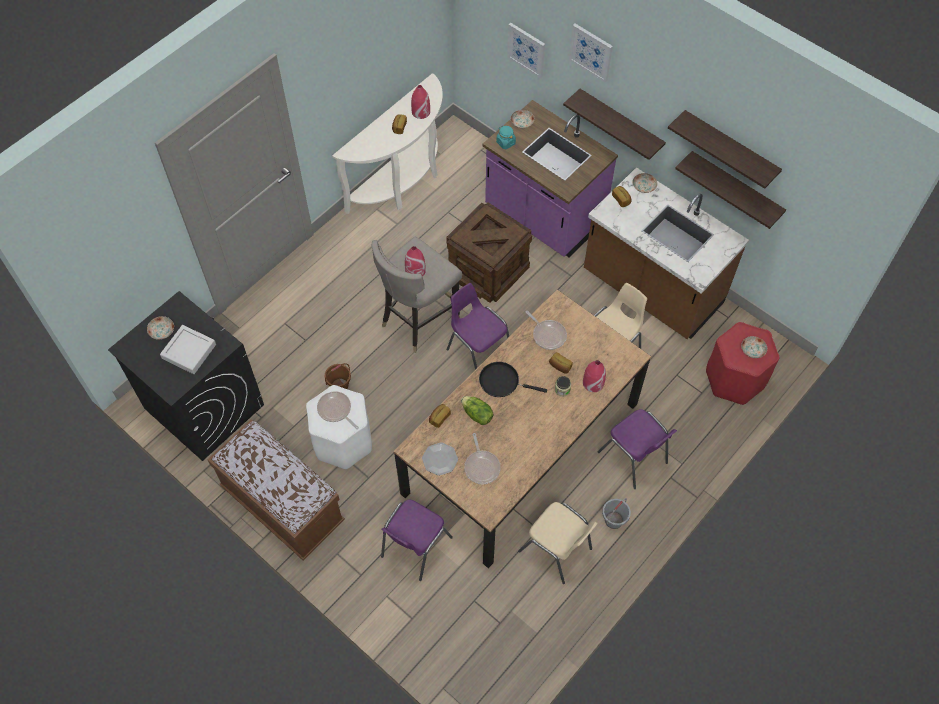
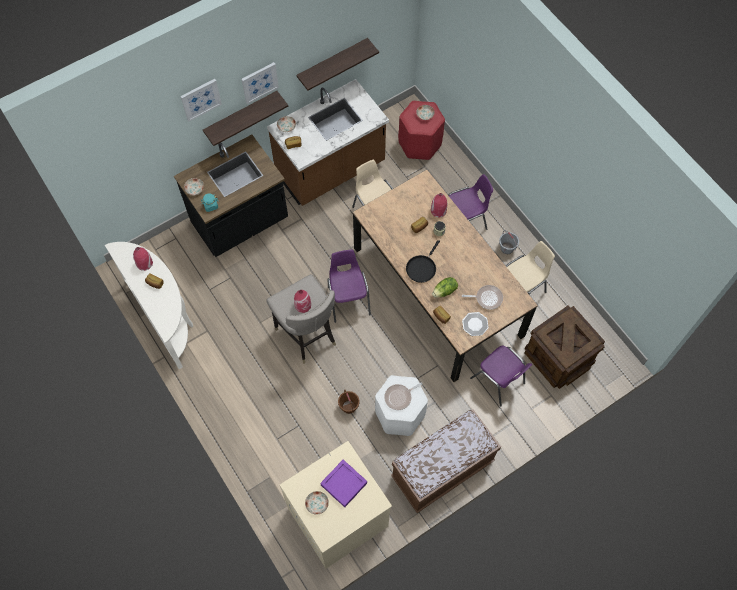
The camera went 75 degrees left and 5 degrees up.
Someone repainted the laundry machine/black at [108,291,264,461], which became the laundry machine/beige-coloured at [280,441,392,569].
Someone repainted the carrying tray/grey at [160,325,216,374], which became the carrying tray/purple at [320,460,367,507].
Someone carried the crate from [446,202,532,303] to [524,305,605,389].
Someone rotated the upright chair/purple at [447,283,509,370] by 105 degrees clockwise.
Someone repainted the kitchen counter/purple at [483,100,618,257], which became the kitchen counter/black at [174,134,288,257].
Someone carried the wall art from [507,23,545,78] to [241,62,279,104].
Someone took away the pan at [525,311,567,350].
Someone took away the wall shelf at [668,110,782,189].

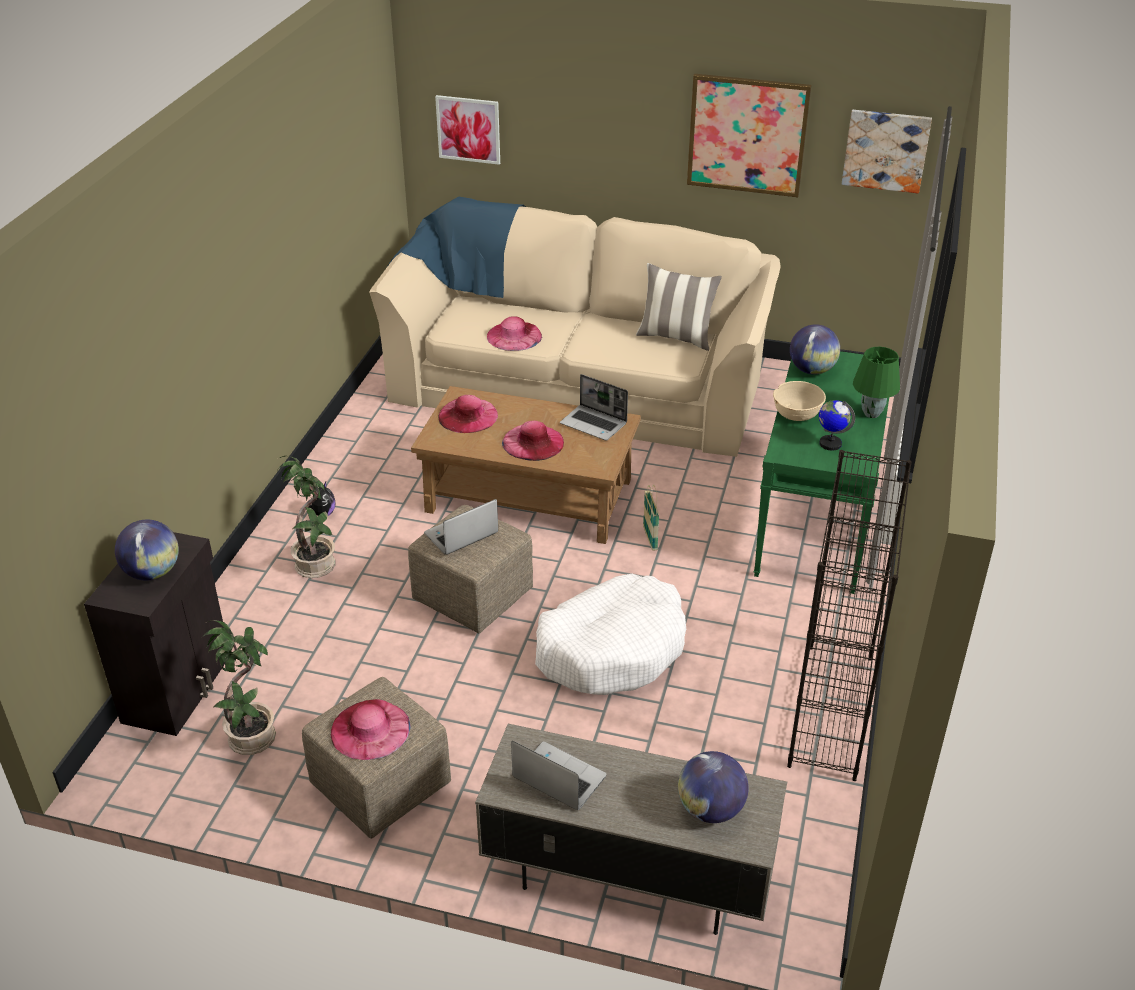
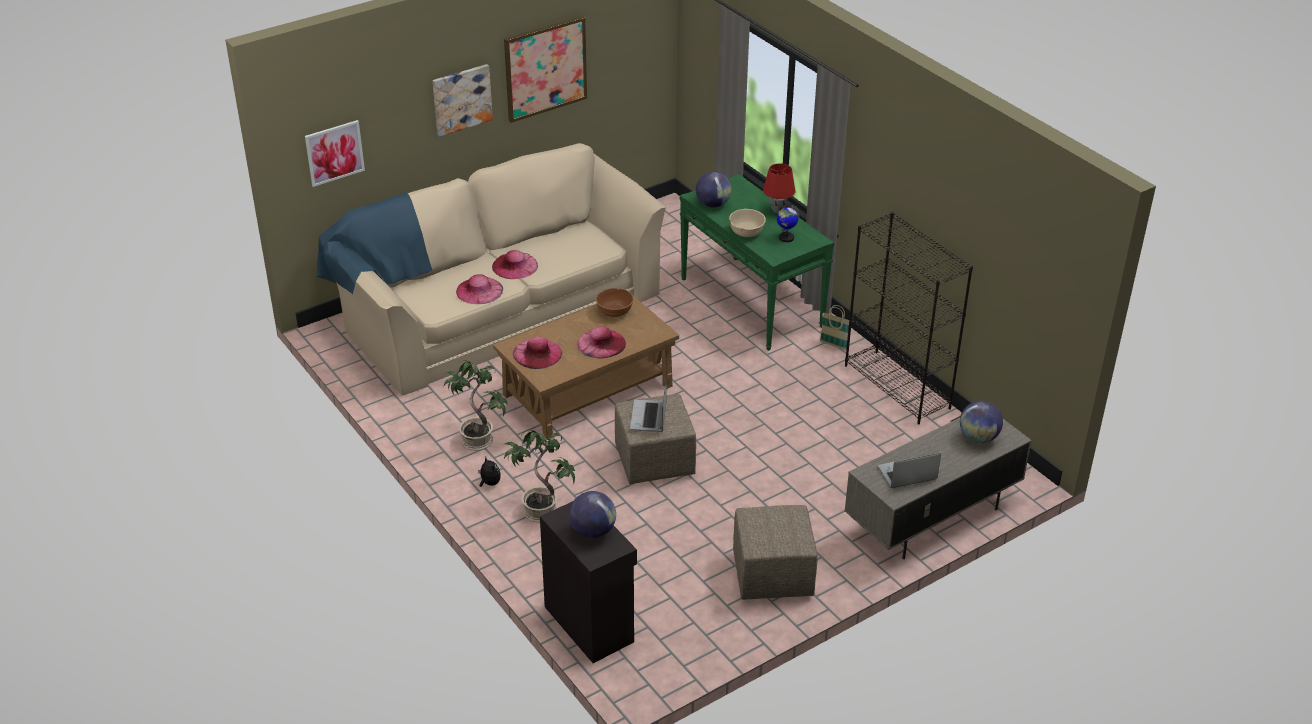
The camera went 50 degrees left and 0 degrees up.
Someone carried the houseplant from [202,621,276,755] to [443,360,507,451].
Someone carried the hat/pink-coloured from [331,699,410,760] to [492,250,538,279].
Someone took away the dog bed/whitish at [535,574,686,695].
Someone swapped the laptop at [560,374,628,441] for the deep dish/brown-coloured at [596,288,633,317].
Someone took away the pillow at [636,263,722,351].
Someone carried the storage basket from [643,485,659,551] to [820,305,849,350].
Someone carried the wall art from [842,110,932,193] to [433,64,493,137].
Someone repainted the tabletop lamp/green-coloured at [853,347,900,418], which became the tabletop lamp/red-coloured at [763,164,795,214].

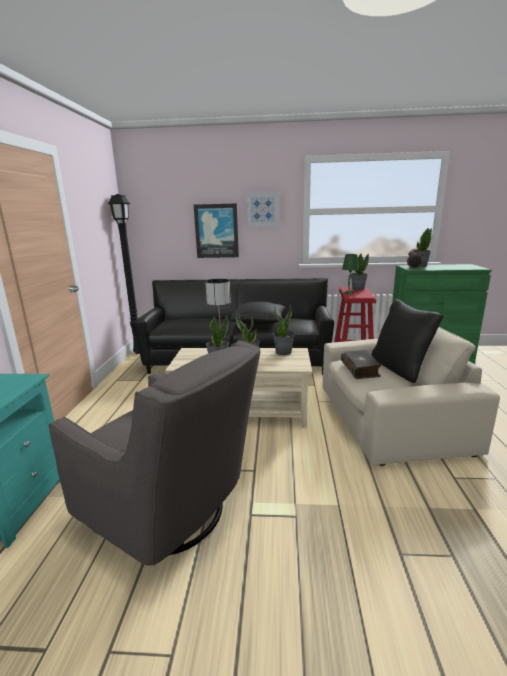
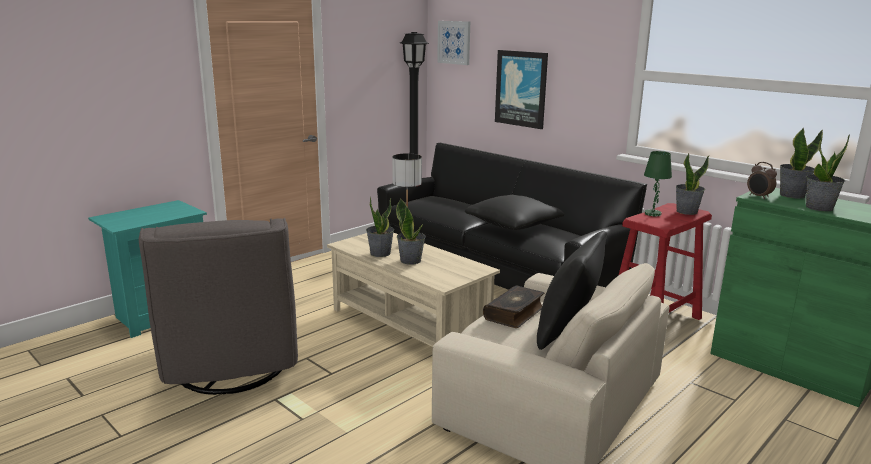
The camera went 40 degrees right and 0 degrees up.
Someone carried the wall art from [246,192,279,227] to [437,21,470,65].
Someone carried the houseplant from [273,304,295,355] to [806,134,850,211].

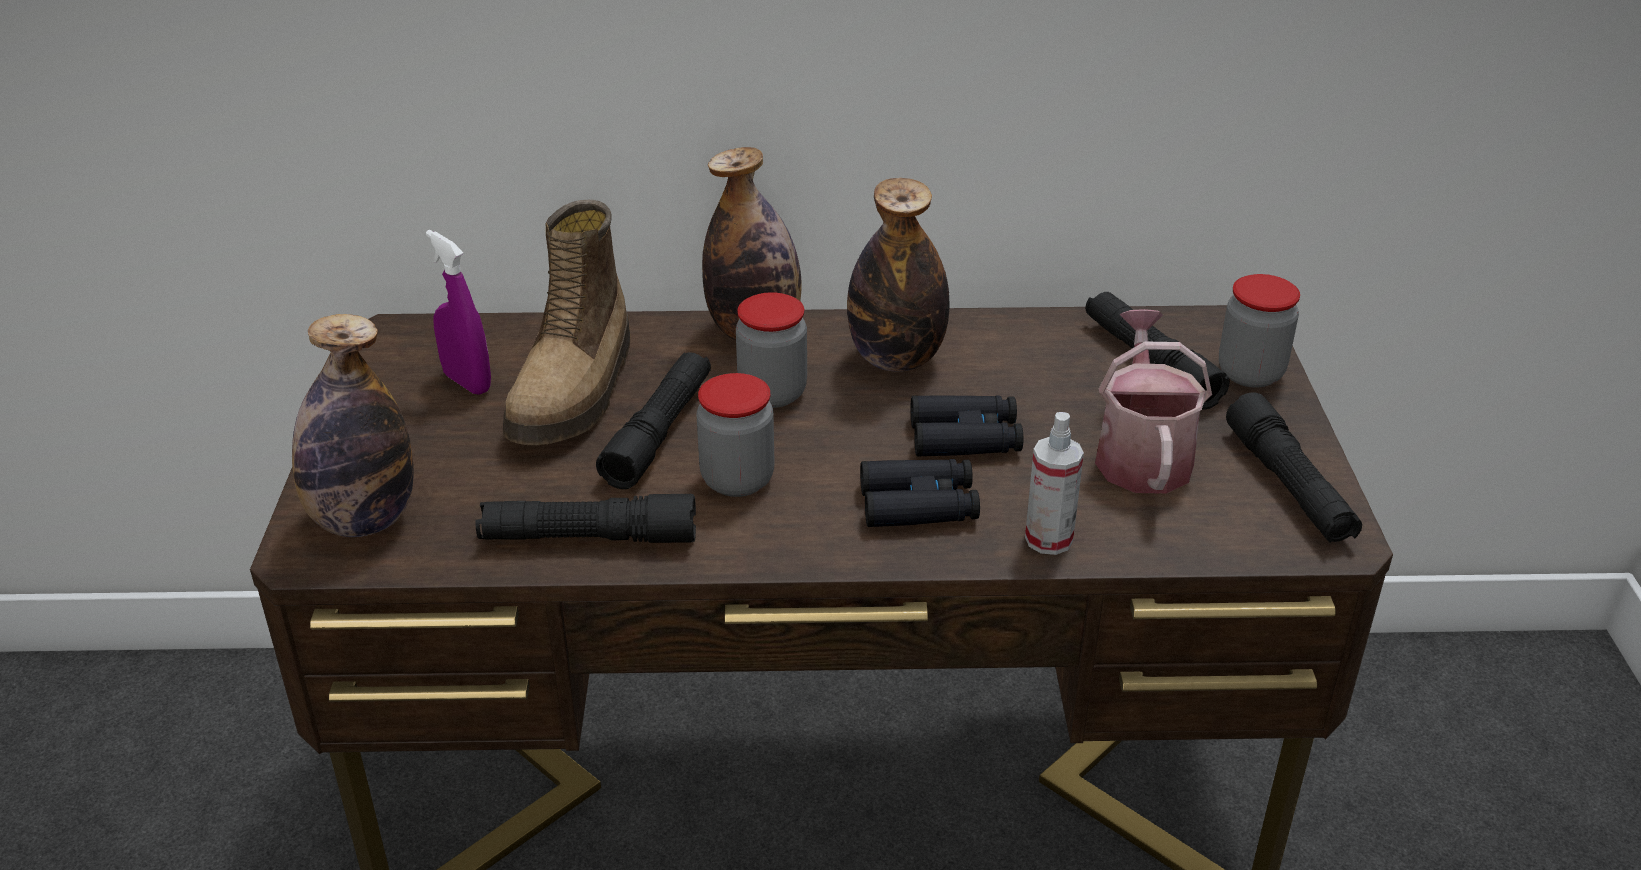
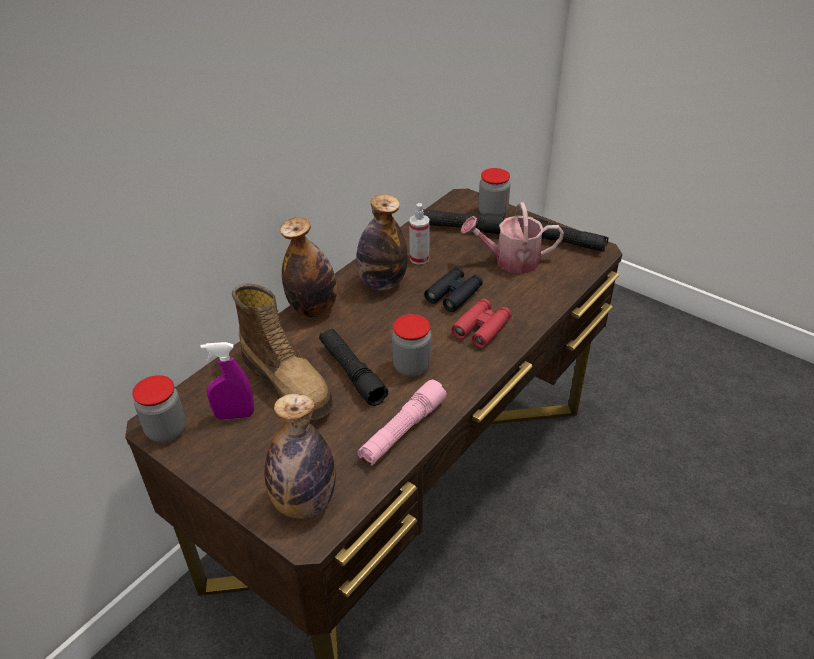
The camera went 50 degrees left and 5 degrees up.
Someone repainted the hand torch/black at [475,494,696,543], which became the hand torch/pink-coloured at [357,380,447,466].
Someone carried the jar from [736,292,807,408] to [132,375,186,443].
Someone repainted the pair of binoculars/black at [860,459,980,527], which became the pair of binoculars/red-coloured at [451,299,512,348].
Someone carried the spray bottle from [1025,412,1084,555] to [409,203,430,265].
Someone rotated the watering can at [1095,309,1212,494] by 45 degrees counterclockwise.

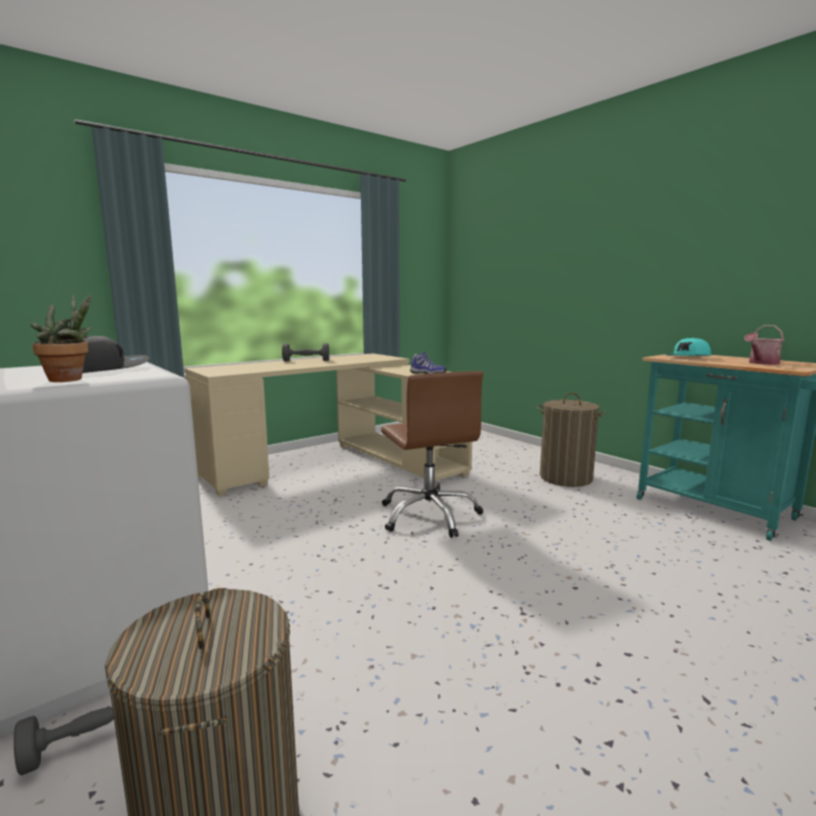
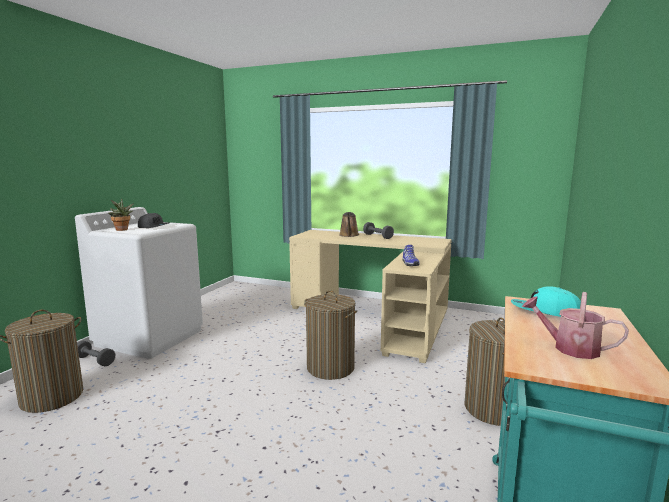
The camera went 60 degrees right and 0 degrees up.
Someone swapped the desk chair/brown-coloured at [381,371,483,538] for the washing basket at [304,291,357,380].
Someone put down the watering can/brown-coloured at [339,212,359,237].

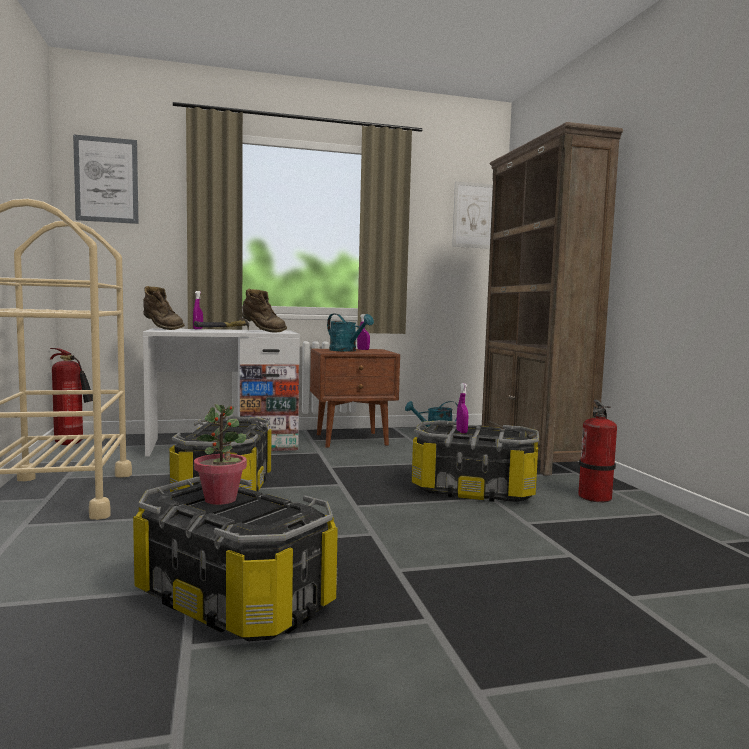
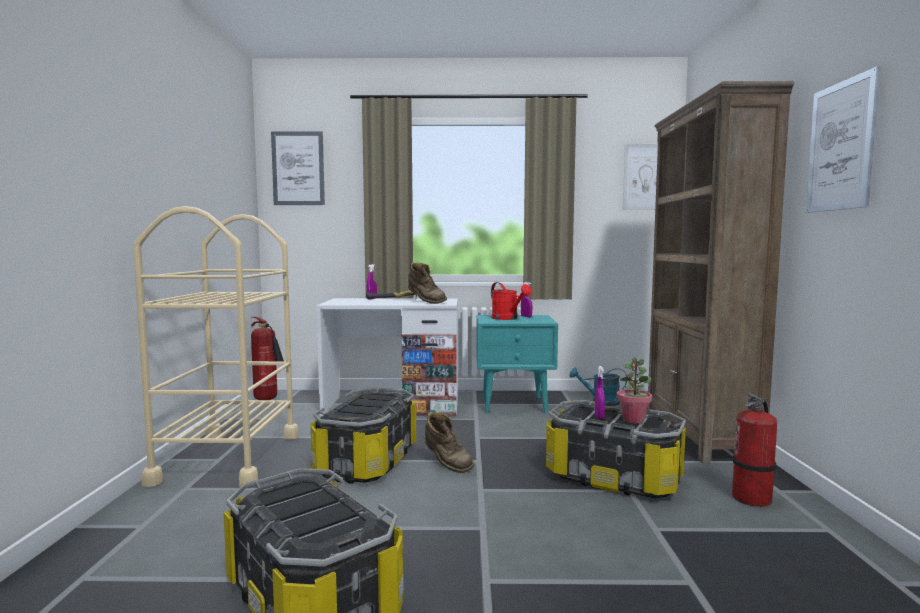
The camera went 15 degrees right and 0 degrees up.
Someone carried the boot/brown-coloured from [143,286,185,330] to [425,412,474,473].
Someone carried the houseplant from [194,404,247,505] to [617,357,652,423].
Someone repainted the nightstand/brown-coloured at [310,349,400,448], which became the nightstand/turquoise-coloured at [476,315,558,414].
Someone repainted the watering can/turquoise-coloured at [327,314,374,351], which became the watering can/red-coloured at [491,282,532,320].
Someone put up the wall art at [806,66,880,213].

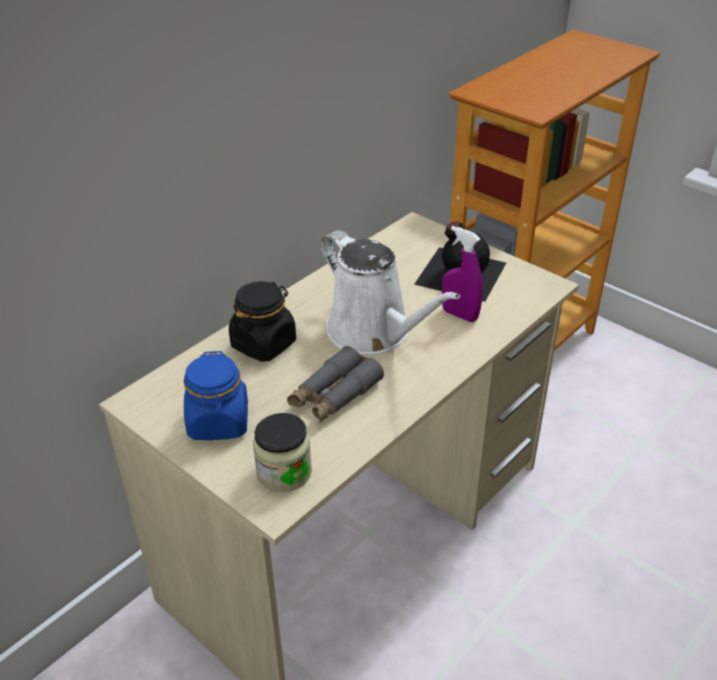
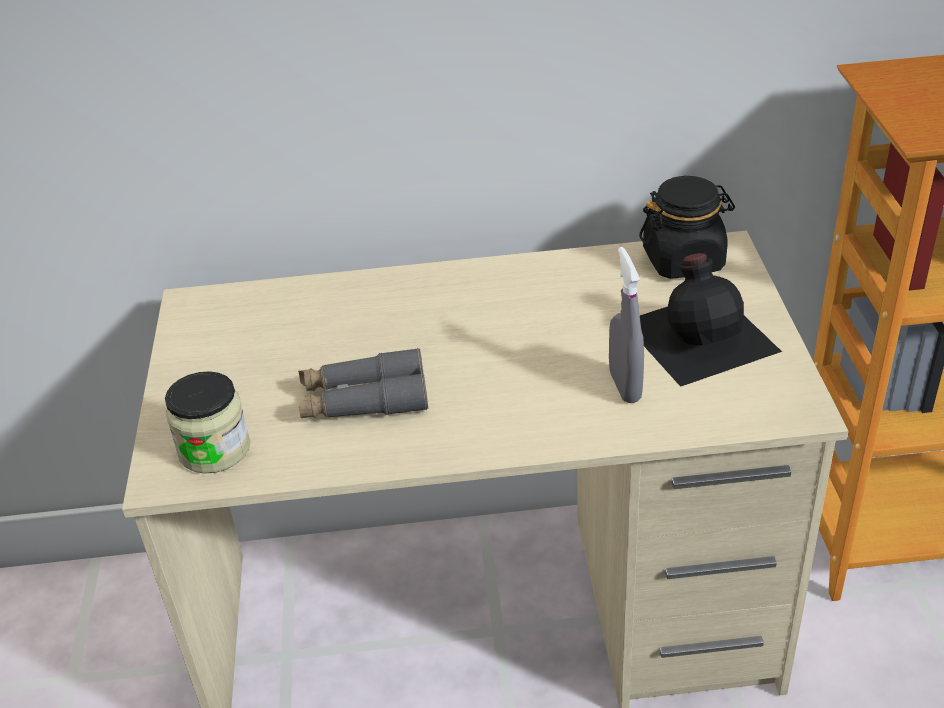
The camera went 45 degrees right and 0 degrees up.
Someone took away the jar/bluish at [184,351,248,440].
Someone carried the jar/black from [229,281,296,362] to [639,176,735,279].
Someone took away the watering can/whitish at [321,230,460,355].
Someone repainted the spray bottle/purple at [442,226,483,322], which became the spray bottle/grey at [609,247,644,403].

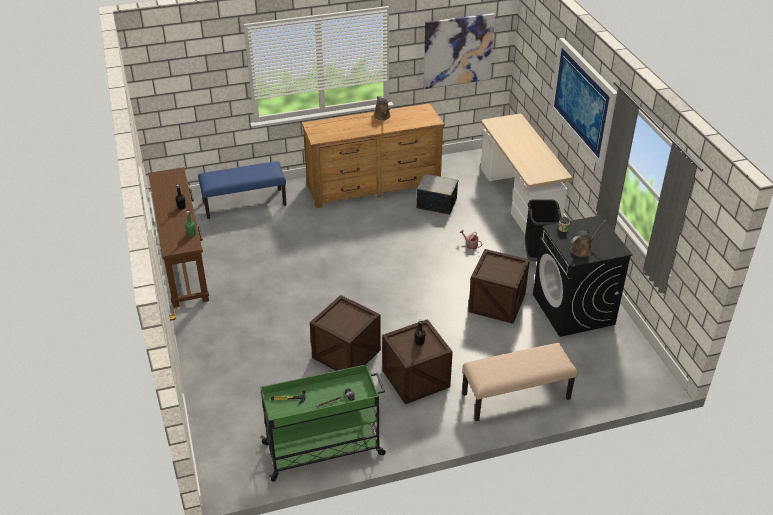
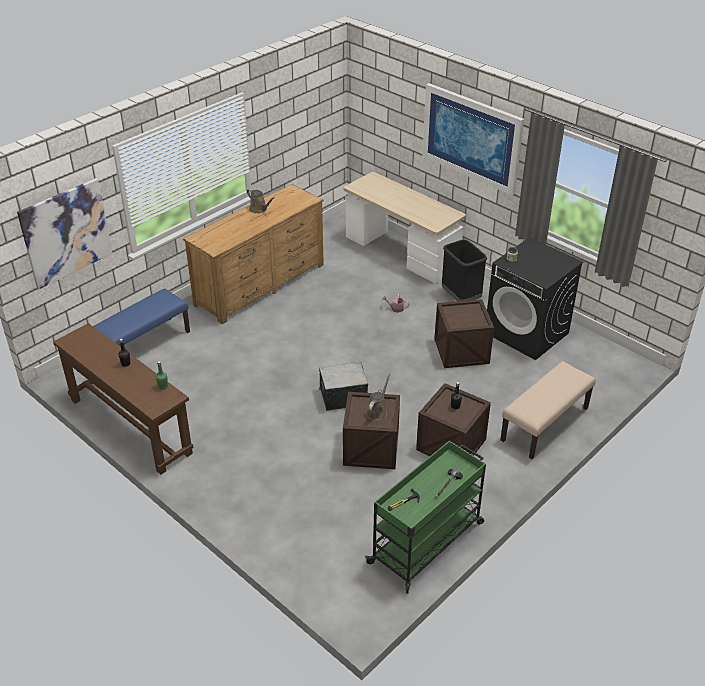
The camera went 30 degrees left and 0 degrees up.
Someone carried the storage container from [417,174,459,215] to [319,362,368,411].
Someone carried the wall art from [423,13,495,89] to [17,178,113,289].
Someone carried the watering can/brown-coloured from [571,220,607,257] to [365,374,390,421].

